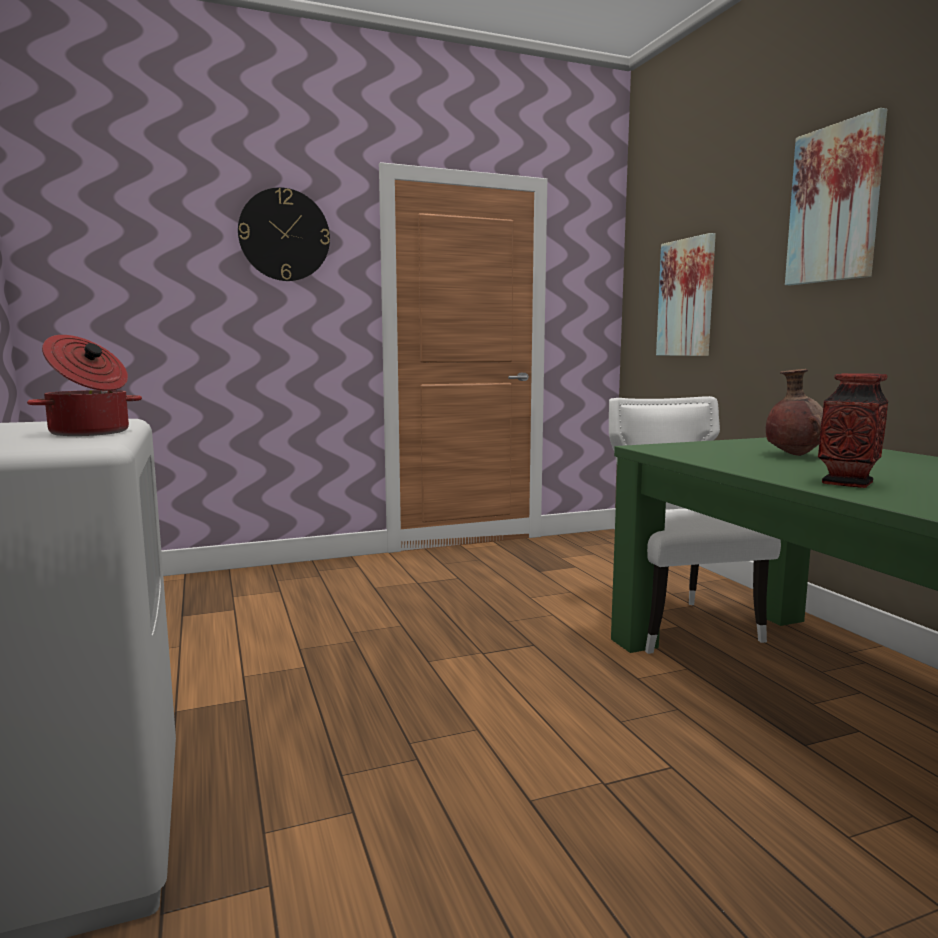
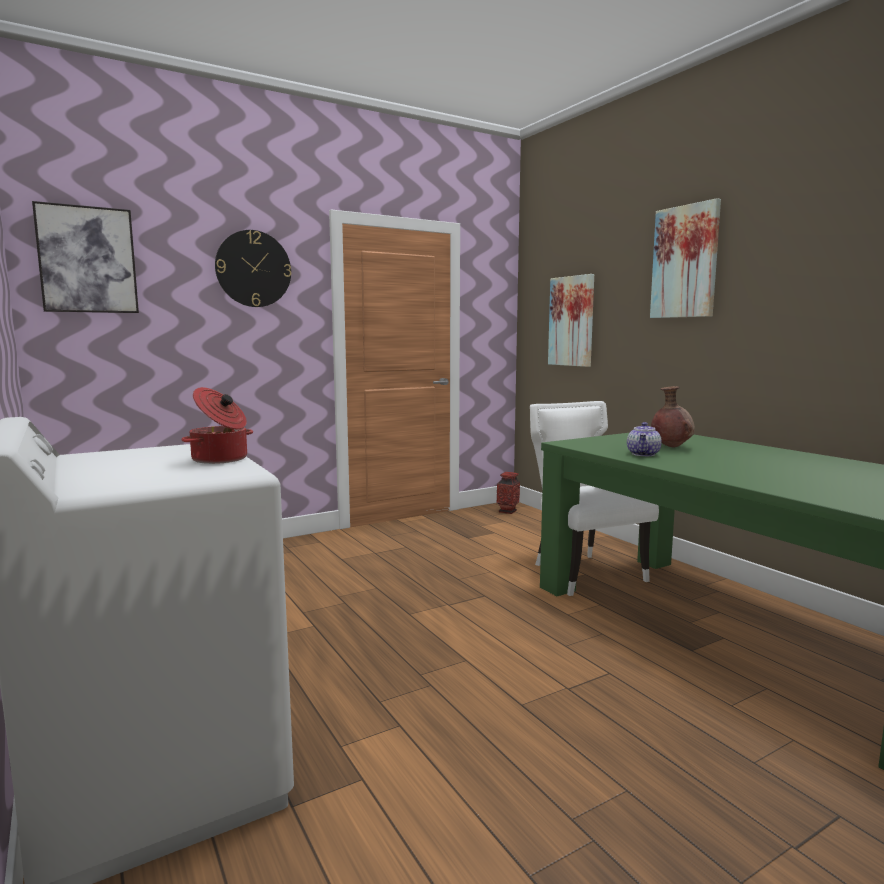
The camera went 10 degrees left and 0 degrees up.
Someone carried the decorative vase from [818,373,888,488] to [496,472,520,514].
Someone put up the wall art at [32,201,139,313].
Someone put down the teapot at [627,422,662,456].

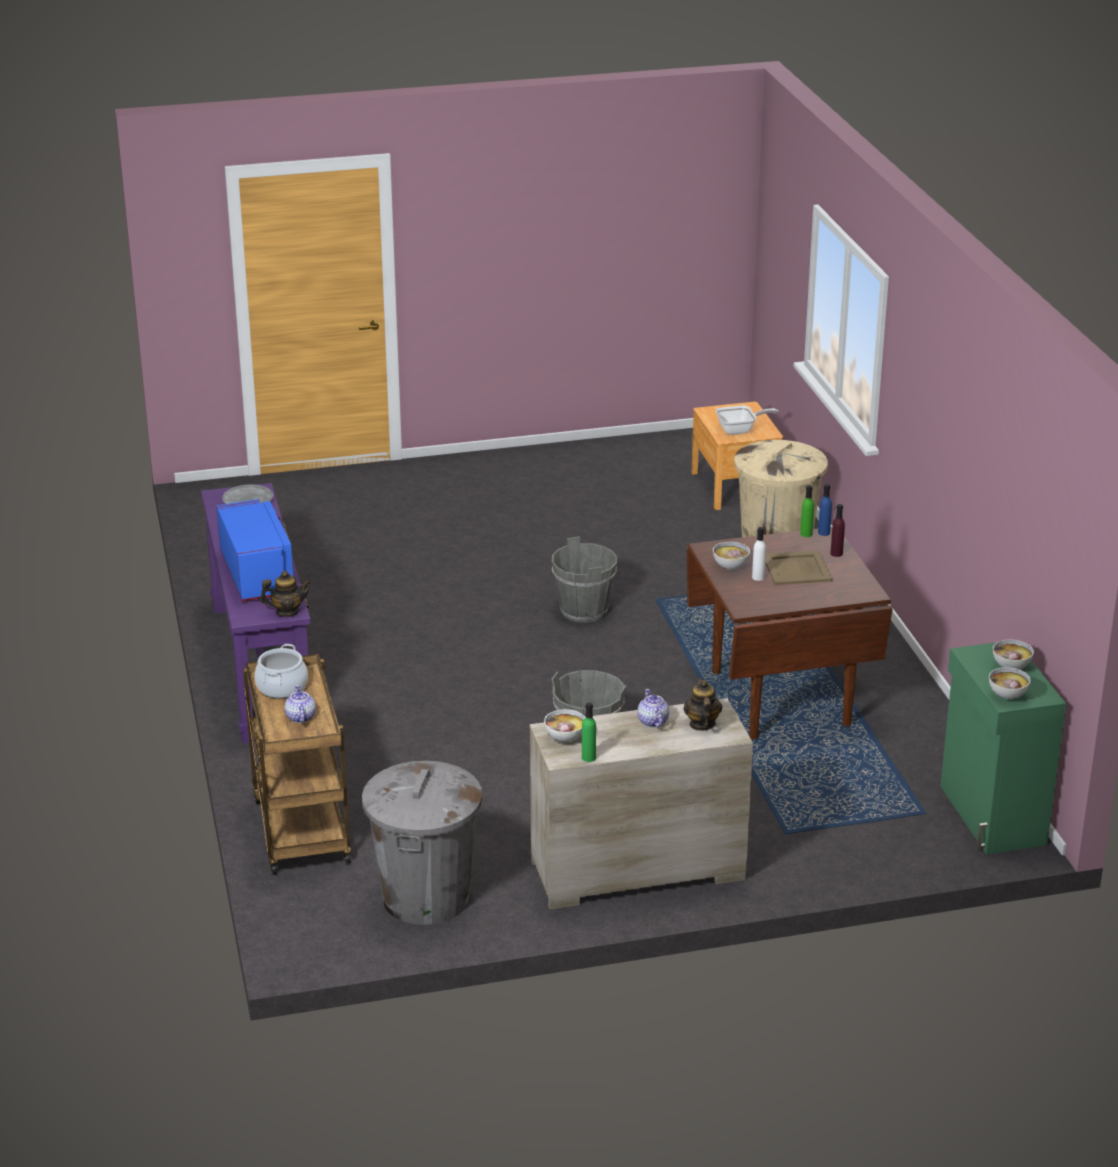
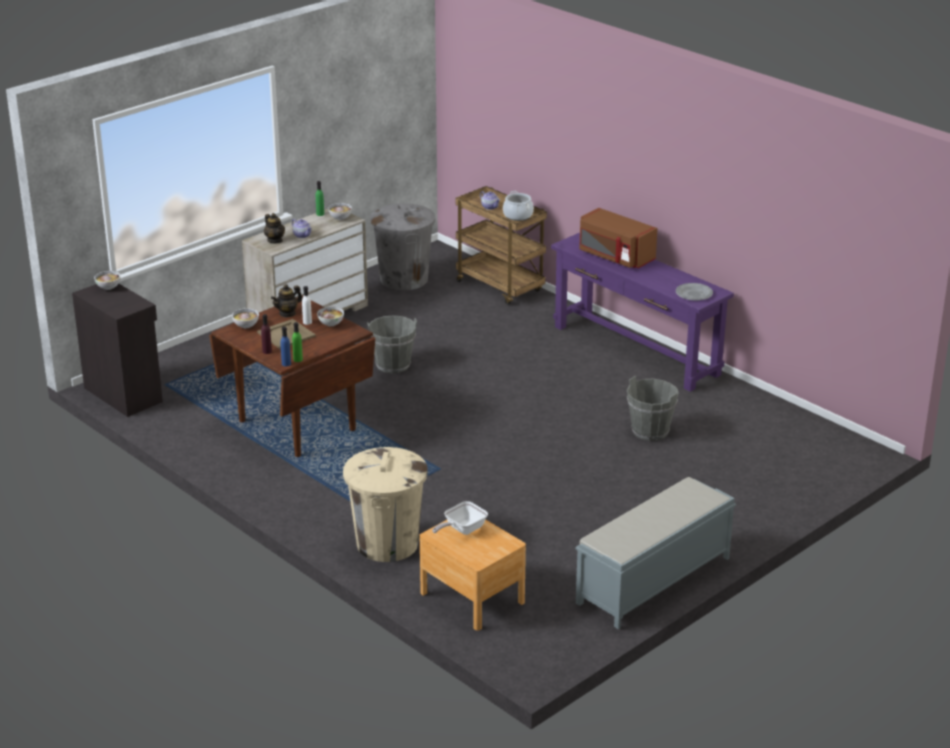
The camera went 150 degrees right and 0 degrees up.
Someone repainted the microwave oven/bluish at [216,499,293,601], which became the microwave oven/brown-coloured at [579,208,658,268].
Someone carried the teapot from [260,571,311,617] to [271,284,302,318].
Someone carried the water bucket/grey from [552,536,617,623] to [627,376,679,441].
Someone repainted the cabinet/green-coloured at [940,642,1066,854], which became the cabinet/black at [72,284,163,417].
Someone carried the deep dish from [993,639,1034,669] to [232,308,259,328].
Someone put down the indoor bench/grey at [575,477,736,629].

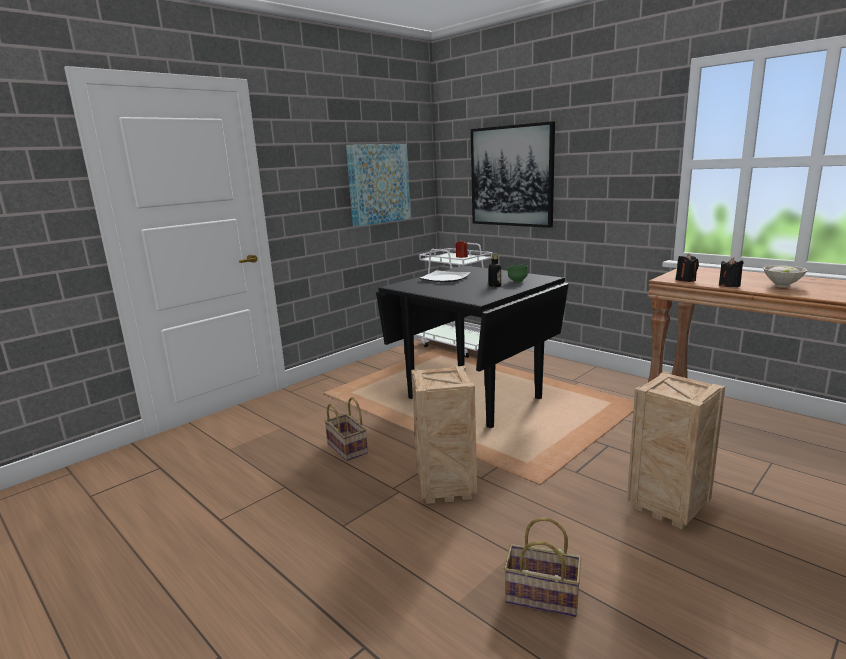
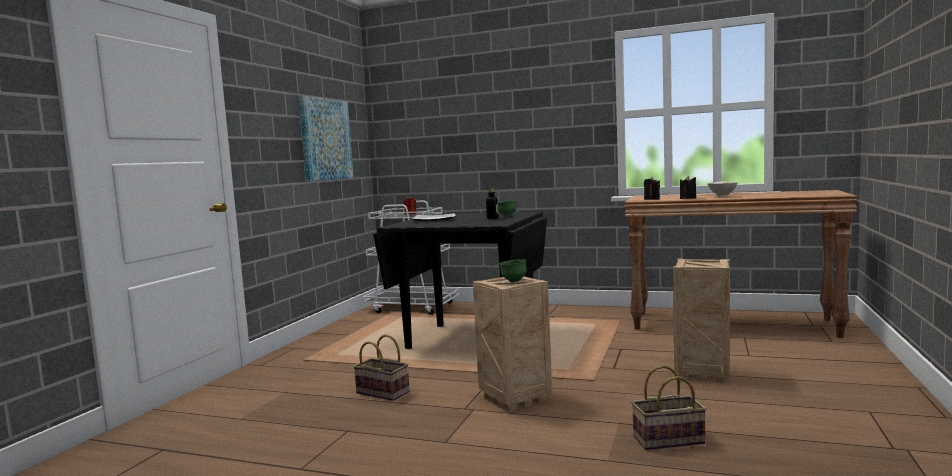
The camera went 25 degrees left and 10 degrees down.
Someone took away the wall art at [471,121,555,228].
Someone put down the deep dish/green-coloured at [500,259,527,282].

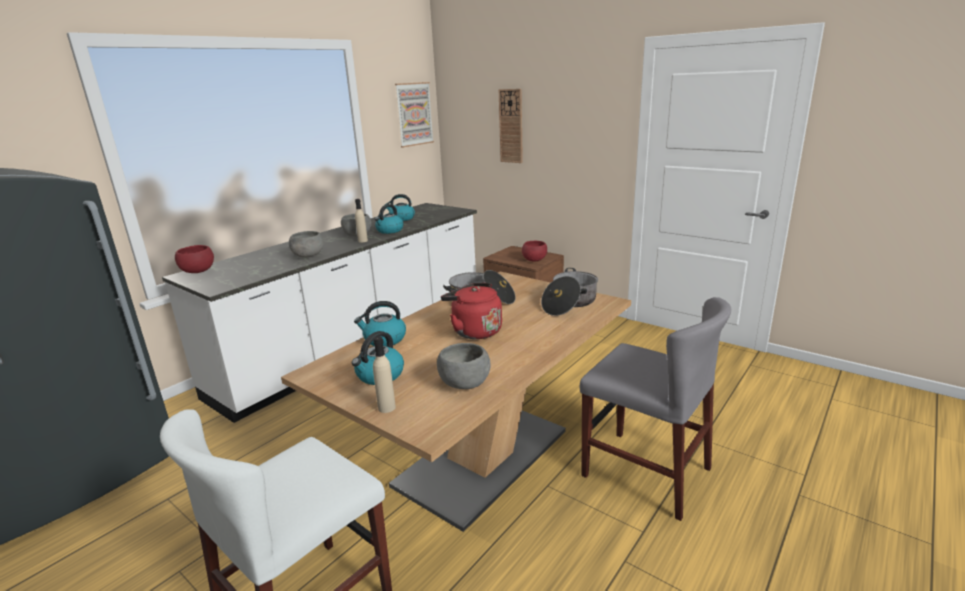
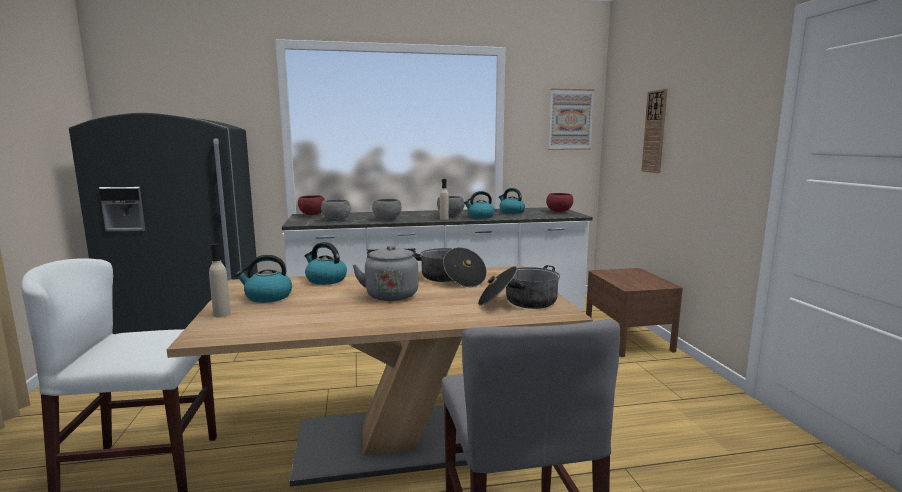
The camera went 40 degrees right and 10 degrees down.
Someone carried the deep dish/grey from [437,343,491,389] to [321,200,351,221].
Someone repainted the kettle/red-coloured at [441,283,502,339], which became the kettle/grey at [352,245,419,301].
Someone carried the deep dish/red-coloured from [522,241,547,261] to [546,193,573,212].

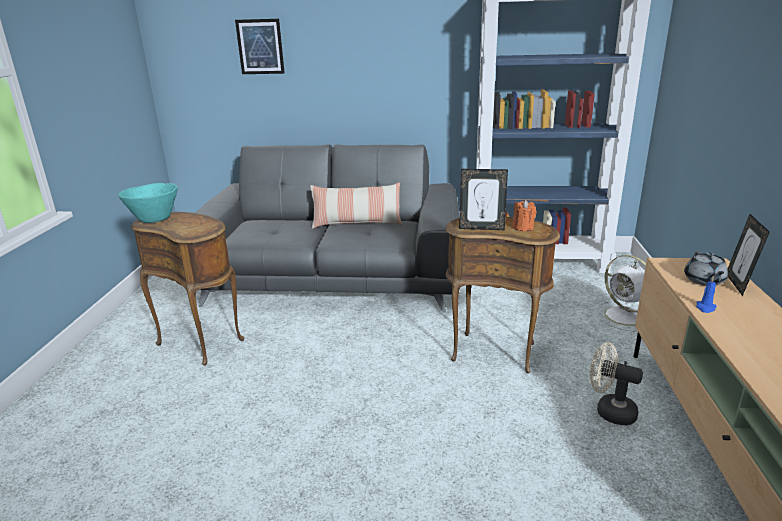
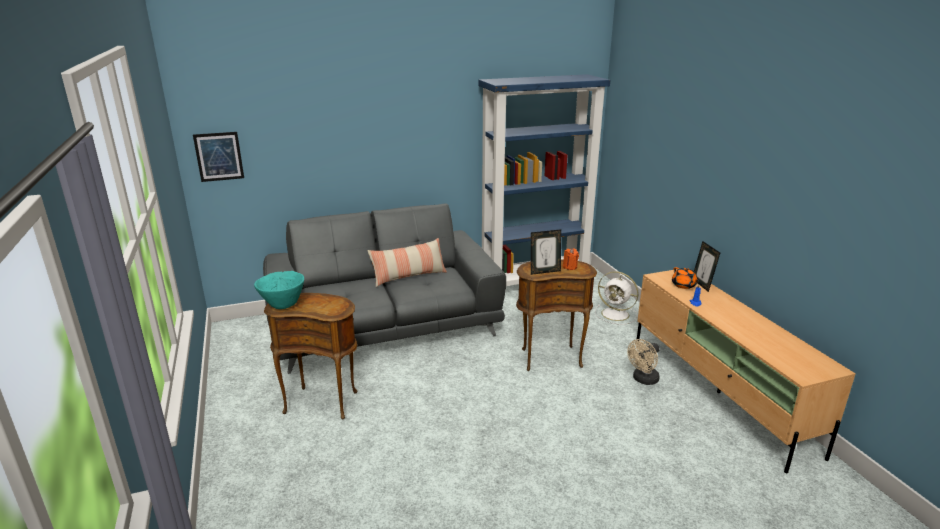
The camera went 25 degrees left and 0 degrees up.
Someone carried the wall art from [235,19,285,74] to [193,132,244,182].
Someone rotated the cooling fan/beige-coloured at [590,343,643,425] by 45 degrees counterclockwise.
Someone repainted the teapot/grey at [684,251,728,286], which became the teapot/orange-coloured at [672,267,699,289].

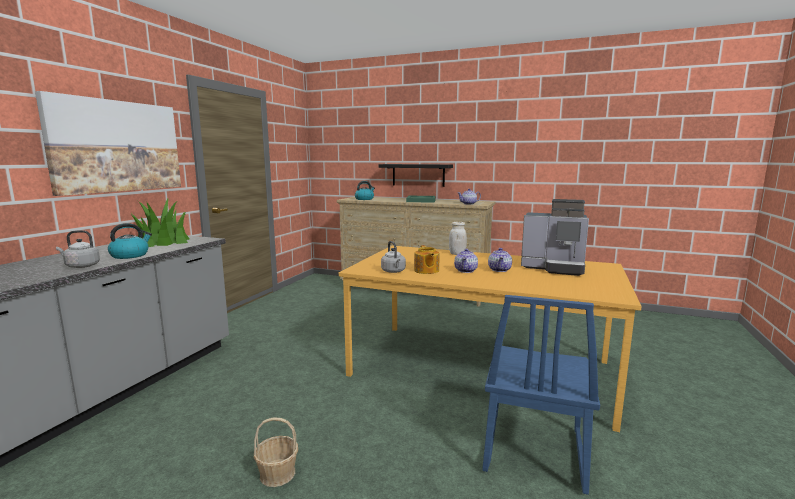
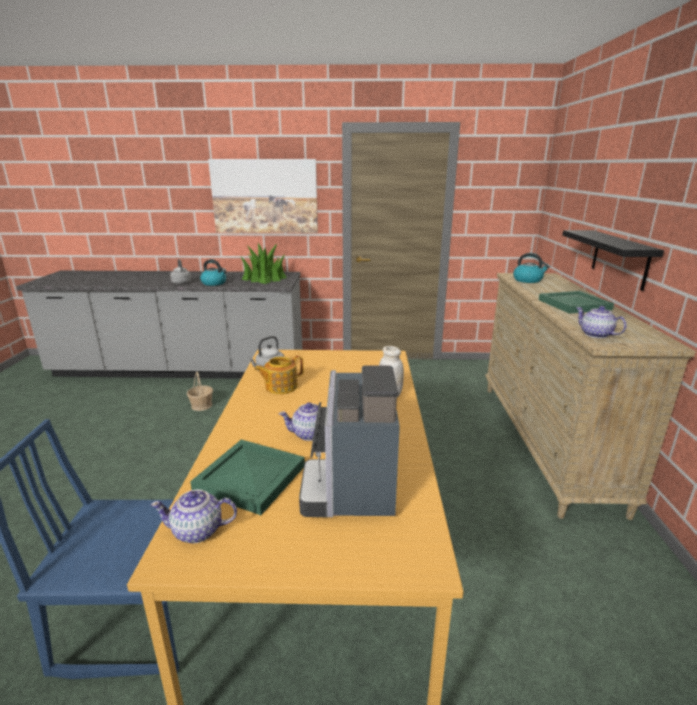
The camera went 70 degrees right and 10 degrees up.
Someone carried the storage basket from [254,417,298,487] to [187,371,213,411].
Someone carried the teapot from [454,248,478,273] to [150,489,237,544].
Someone put down the carrying tray/green-coloured at [190,439,305,515].

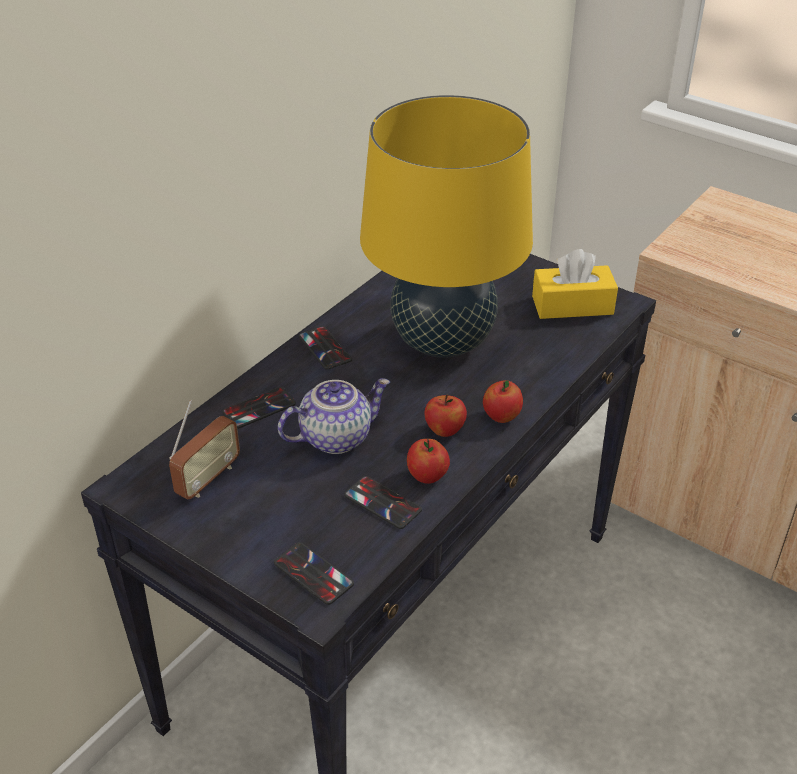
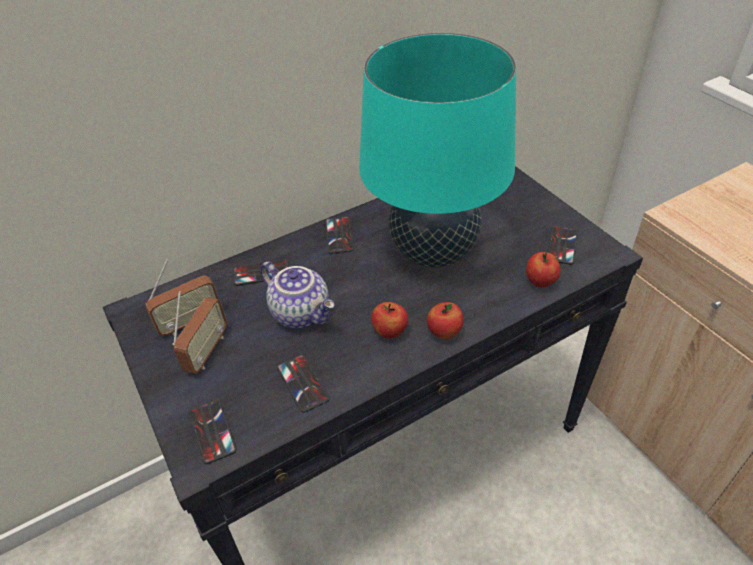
The camera went 25 degrees right and 5 degrees up.
Someone rotated the teapot at [278,378,390,454] by 45 degrees clockwise.
Someone repainted the tabletop lamp/yellow at [360,95,533,358], which became the tabletop lamp/turquoise-coloured at [359,33,516,268].
Someone carried the apple from [407,439,450,484] to [526,252,561,287].
Someone swapped the tissue box/yellow at [532,249,618,319] for the telephone at [547,225,578,265].
Someone put down the radio receiver at [172,292,227,374].

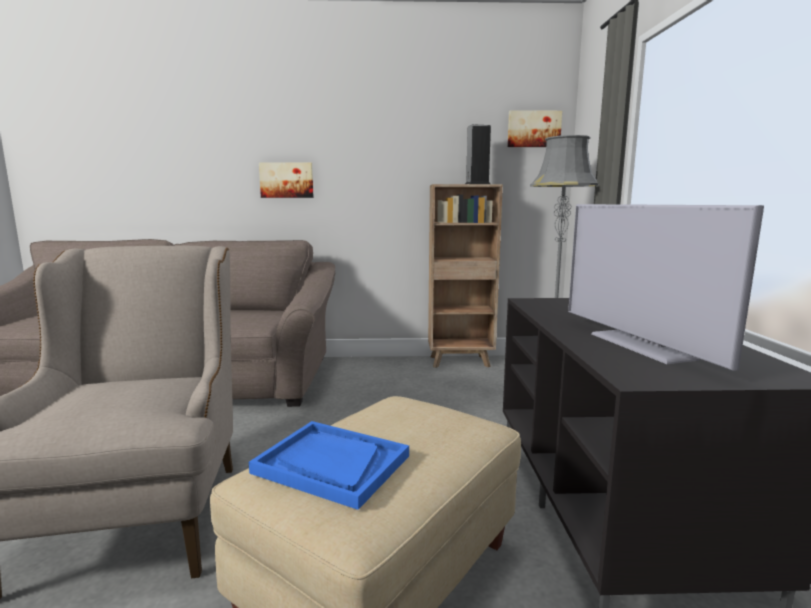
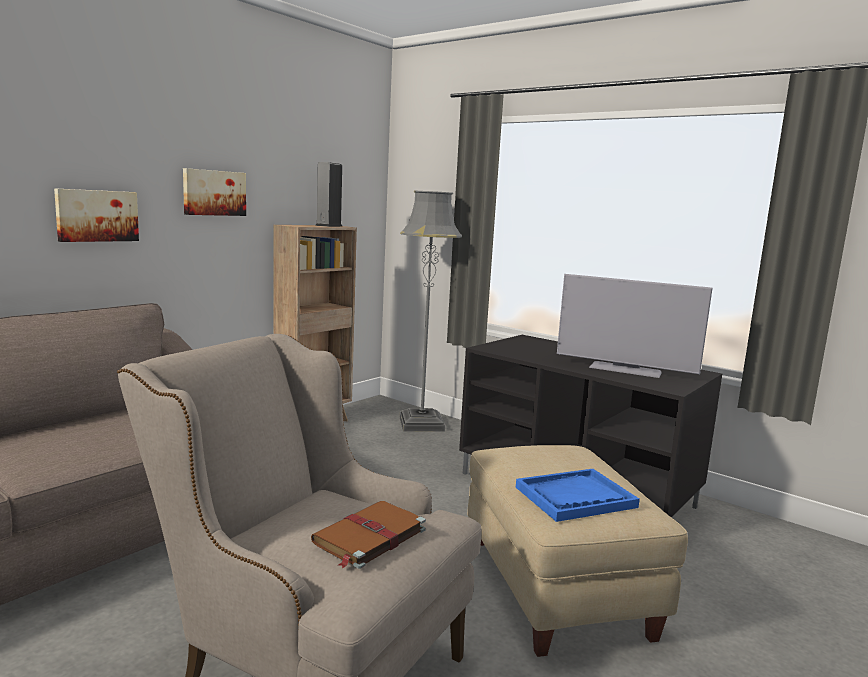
The camera went 50 degrees left and 0 degrees up.
Someone carried the wall art from [507,110,562,147] to [183,168,246,216].
Someone put down the bound book/brown-coloured at [311,501,426,569].

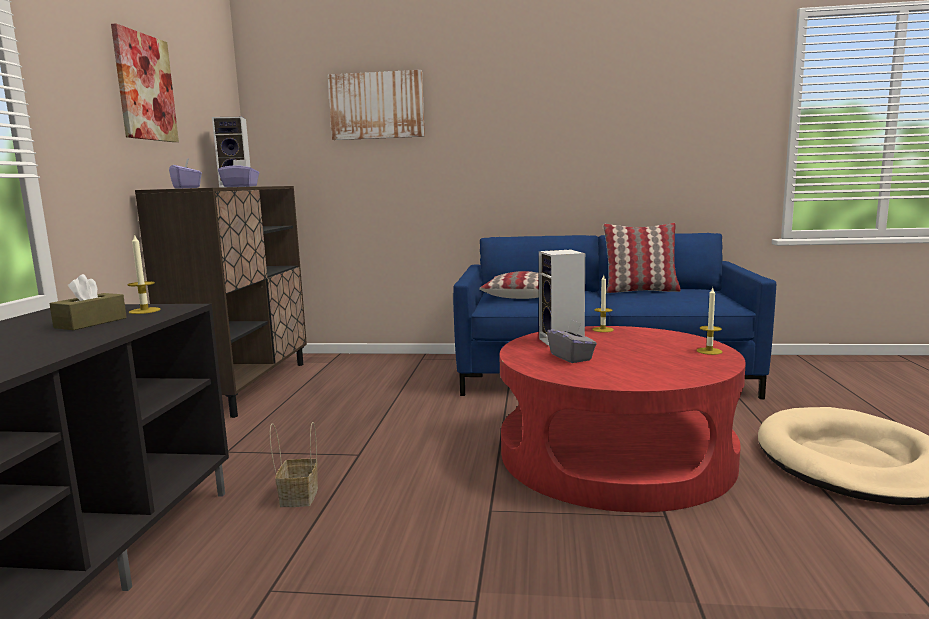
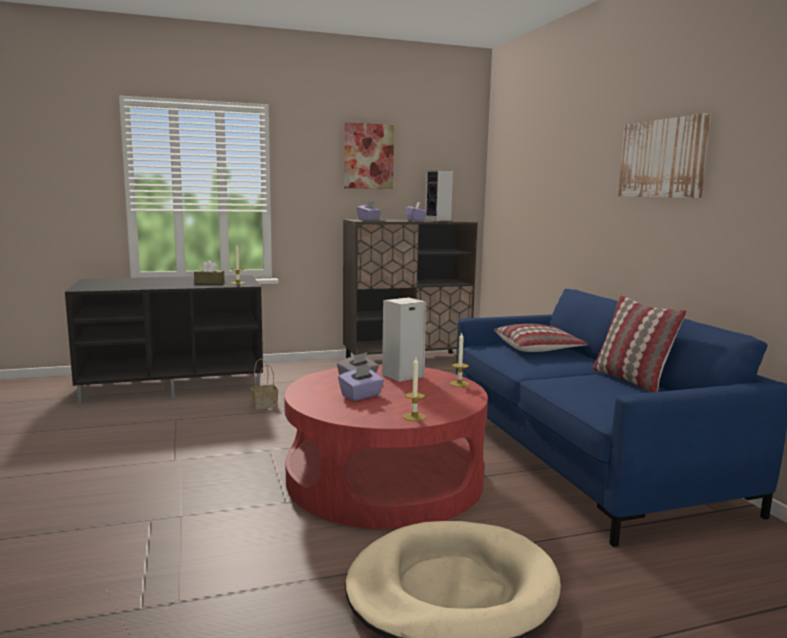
The camera went 65 degrees right and 0 degrees up.
Someone carried the wall art from [328,70,425,140] to [618,113,711,198].
Someone put down the tissue box/purple at [338,365,384,401].

